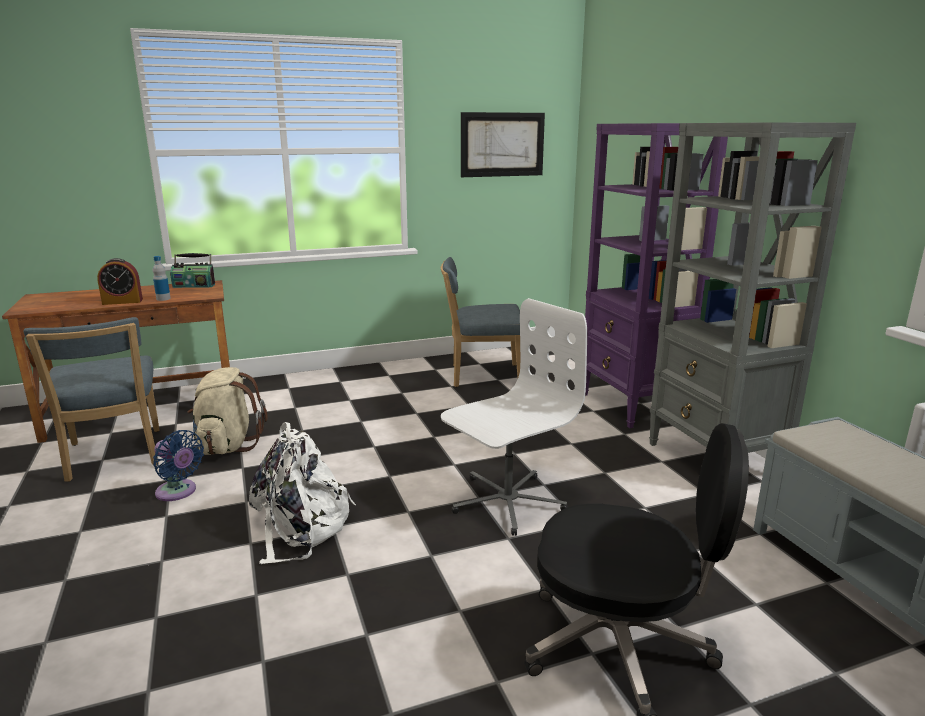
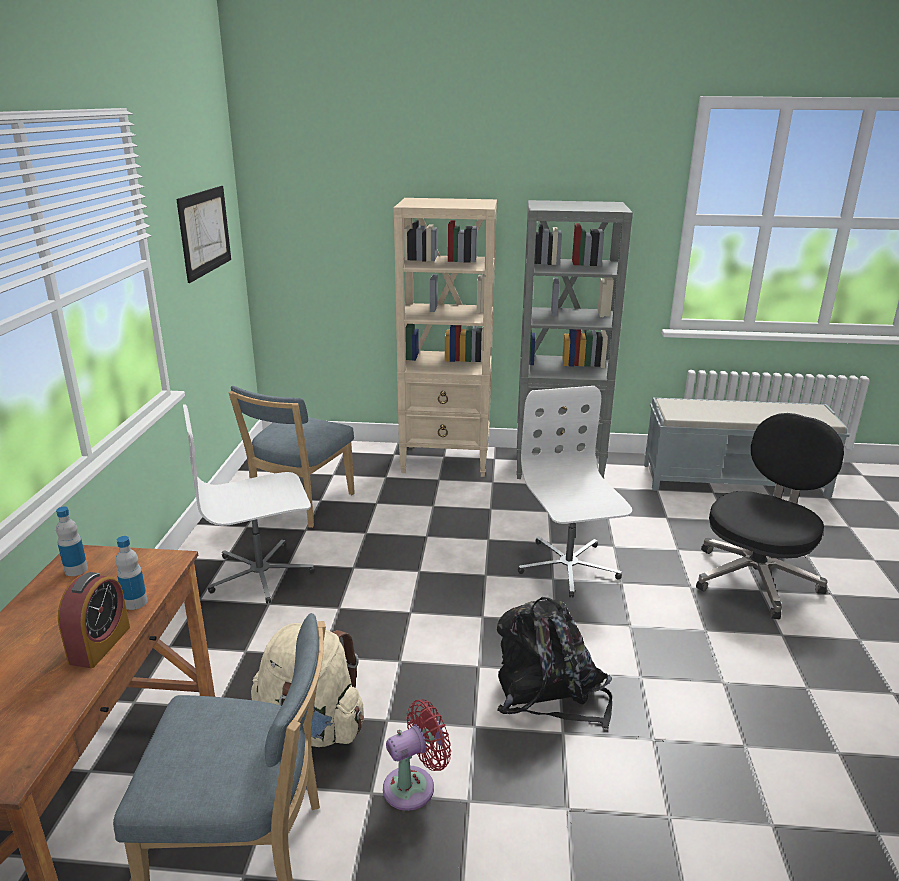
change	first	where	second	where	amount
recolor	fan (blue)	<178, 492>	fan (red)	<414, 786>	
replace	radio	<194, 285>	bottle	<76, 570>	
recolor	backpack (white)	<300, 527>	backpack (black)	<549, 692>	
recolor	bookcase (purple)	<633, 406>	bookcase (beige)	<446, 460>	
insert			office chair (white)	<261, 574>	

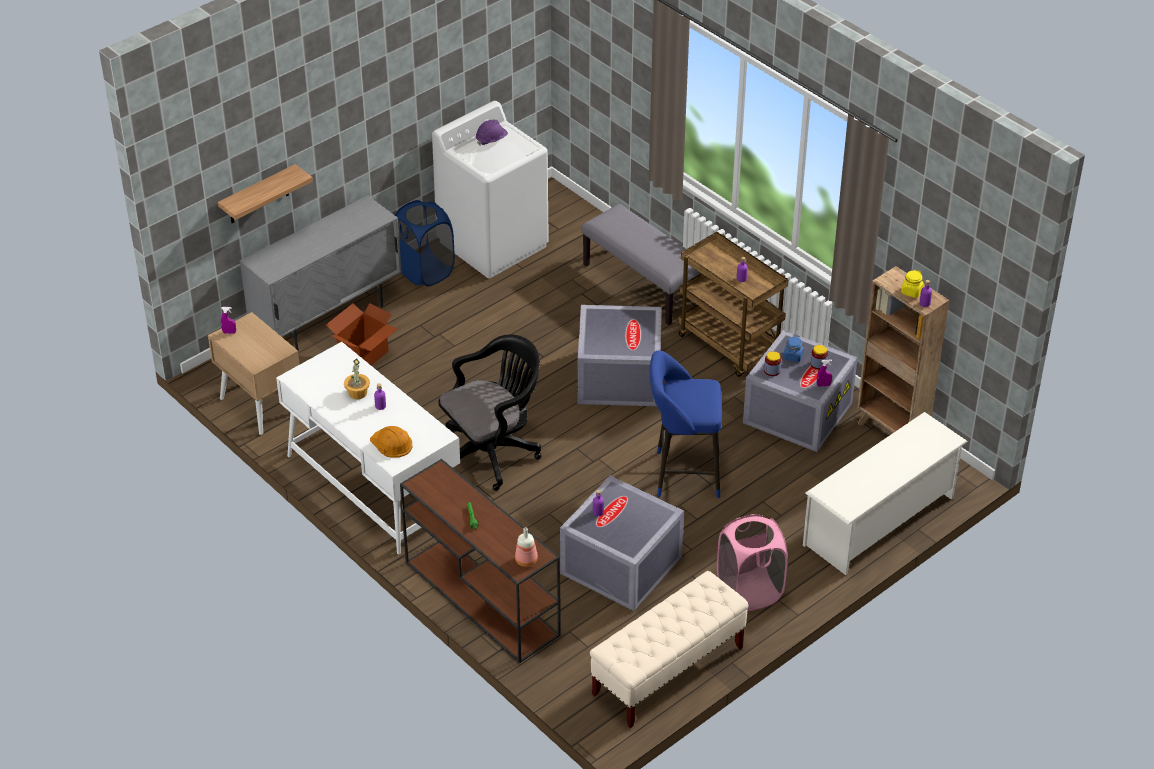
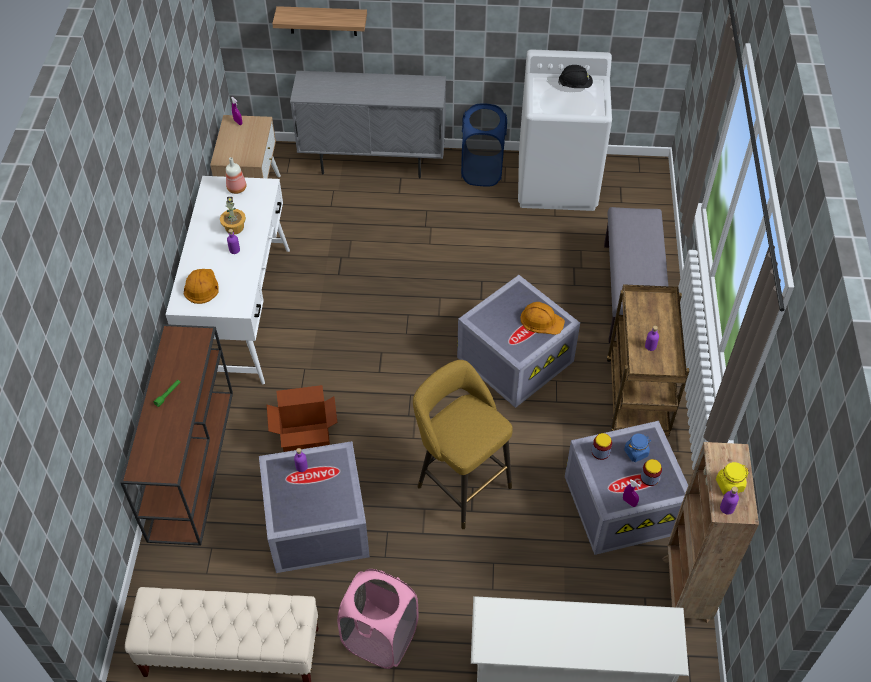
change	first	where	second	where	amount
move	cardboard box	<364, 356>		<306, 440>	
delete	office chair (black)	<492, 452>			
recolor	hard hat (purple)	<491, 140>	hard hat (black)	<575, 85>	
move	bottle	<526, 560>		<237, 188>	
recolor	stool (blue)	<682, 474>	stool (yellow)	<460, 483>	
insert			hard hat (orange)	<541, 320>	

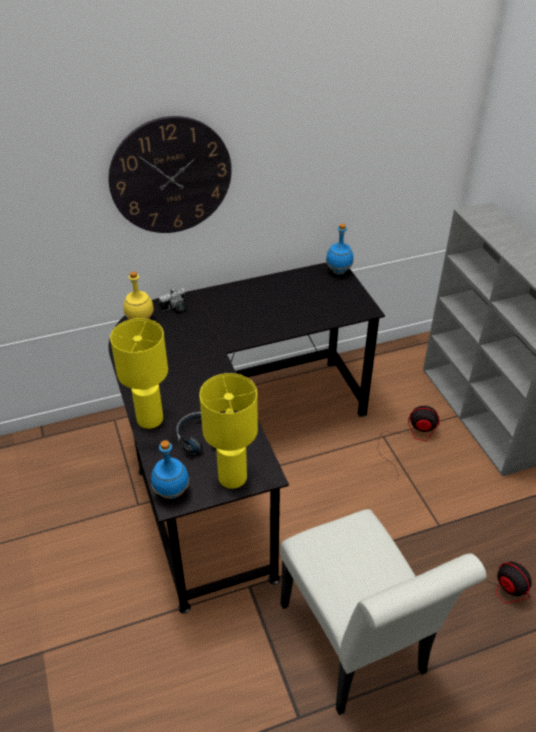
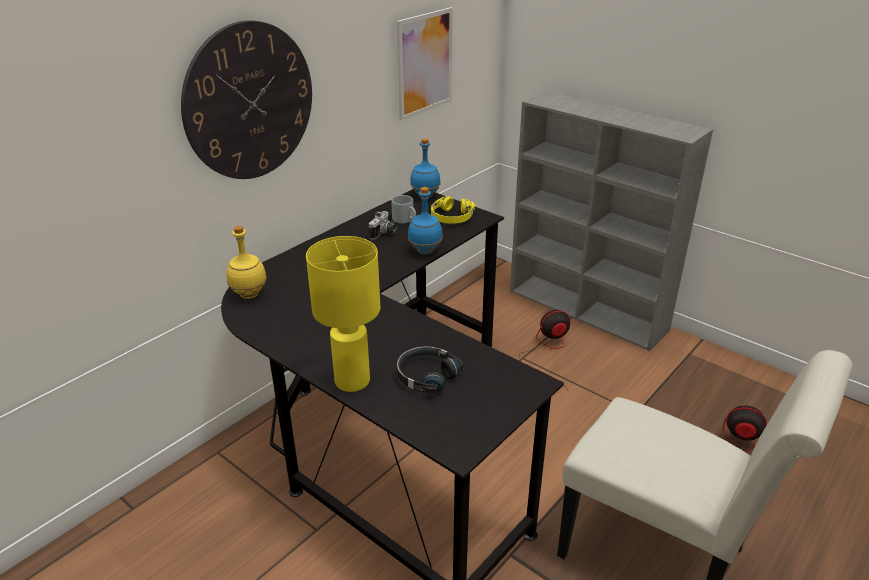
change	first	where	second	where	amount
move	bottle (blue)	<171, 492>		<424, 251>	
move	photo camera	<176, 308>		<384, 233>	
delete	table lamp (yellow)	<232, 477>			
insert			mug (grey)	<405, 219>	
insert			picture	<425, 63>	
insert			headphones (yellow)	<451, 217>	

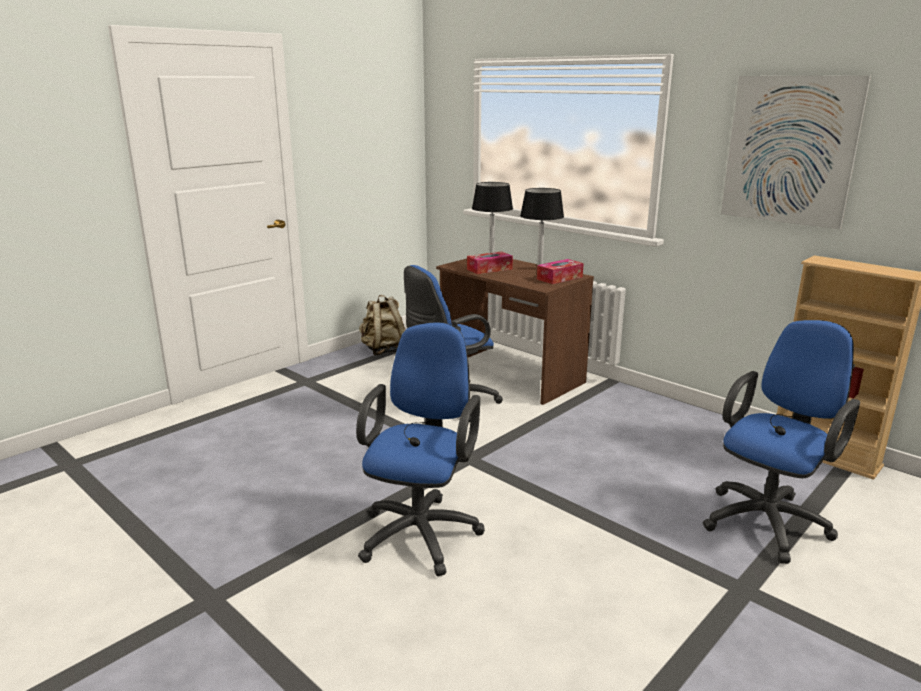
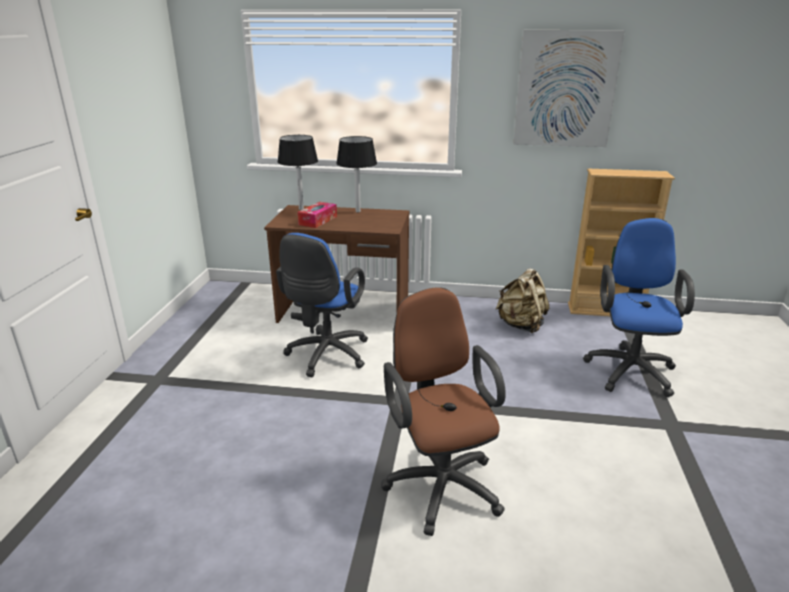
change	first	where	second	where	amount
recolor	office chair (blue)	<422, 531>	office chair (brown)	<440, 482>	
move	backpack (beige)	<384, 350>		<521, 325>	
delete	tissue box	<559, 278>			

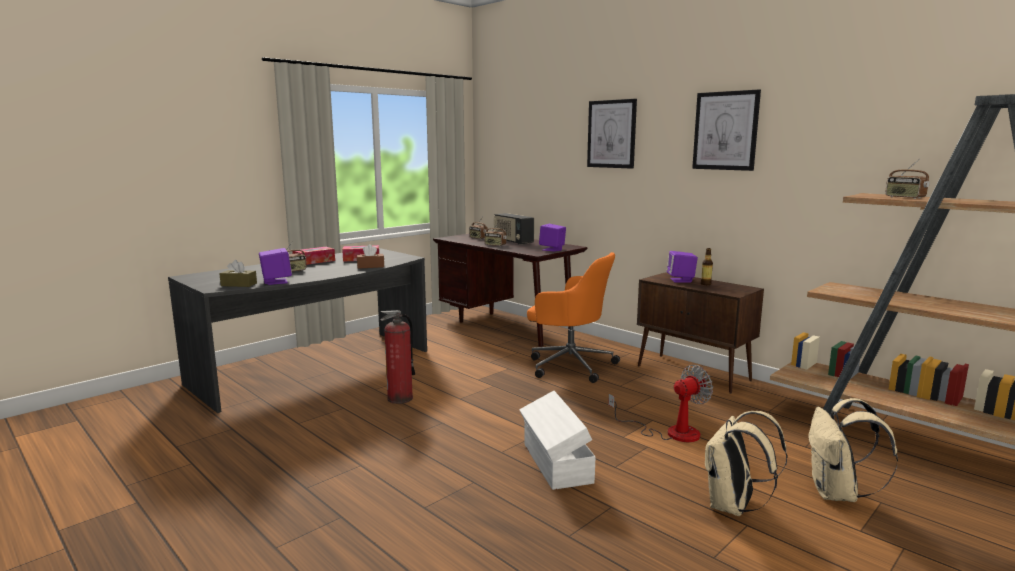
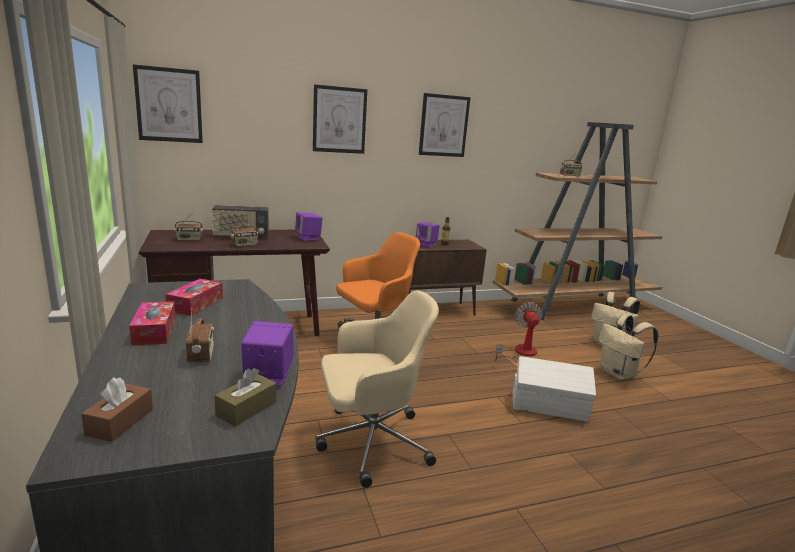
change	first	where	second	where	amount
move	tissue box (brown)	<370, 266>		<120, 422>	
replace	fire extinguisher	<400, 398>	office chair (beige)	<370, 442>	
insert			picture	<169, 105>	

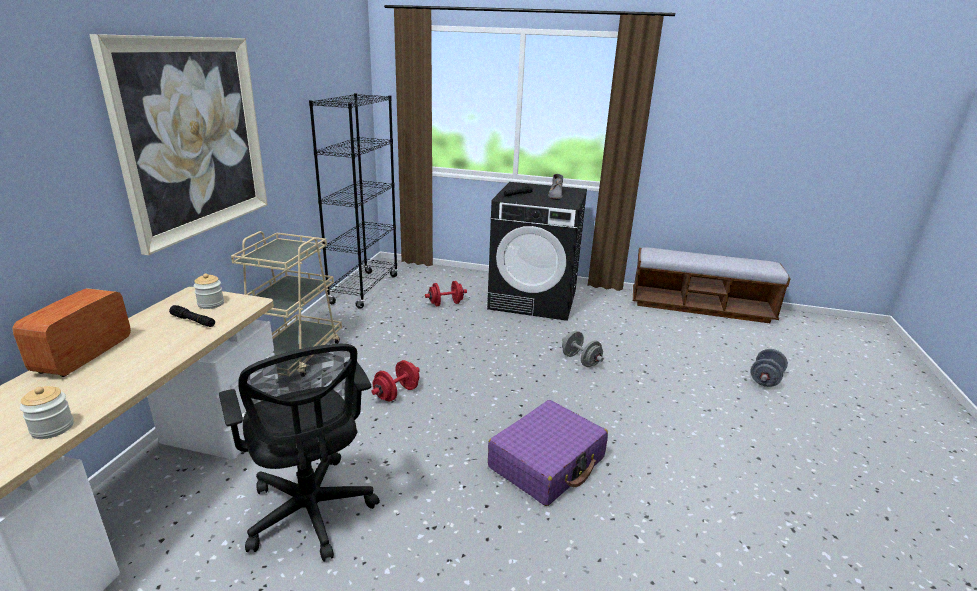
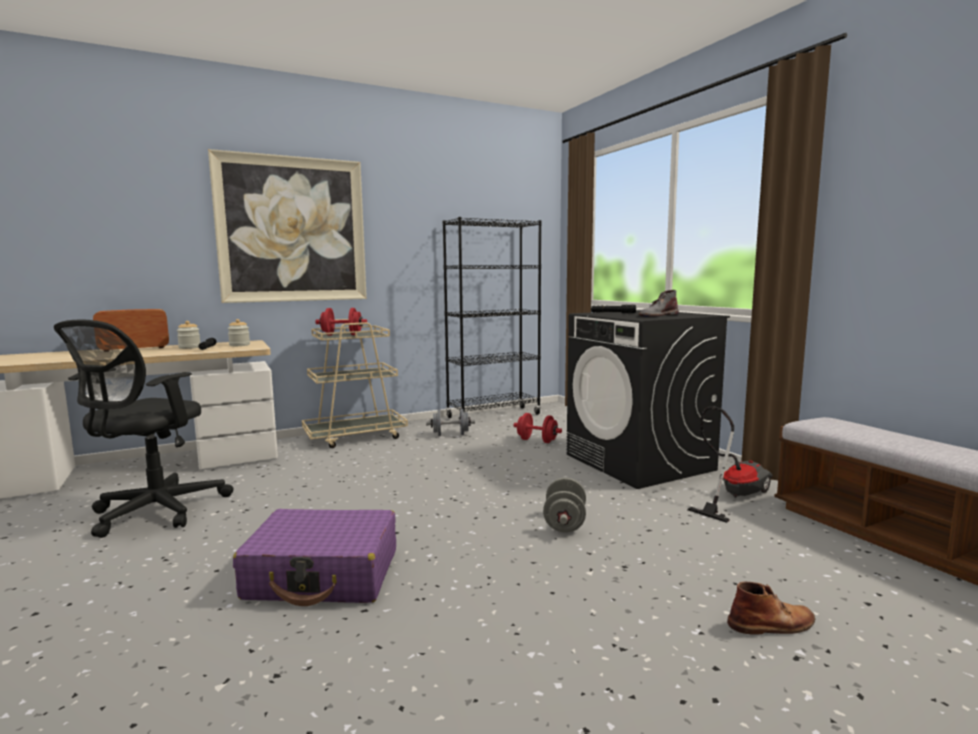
change	first	where	second	where	amount
move	jar	<52, 428>		<189, 347>	
move	dumbbell (red)	<396, 393>		<342, 335>	
move	dumbbell (grey)	<765, 379>		<450, 434>	
insert			vacuum cleaner	<732, 495>	
insert			boot (brown)	<772, 624>	

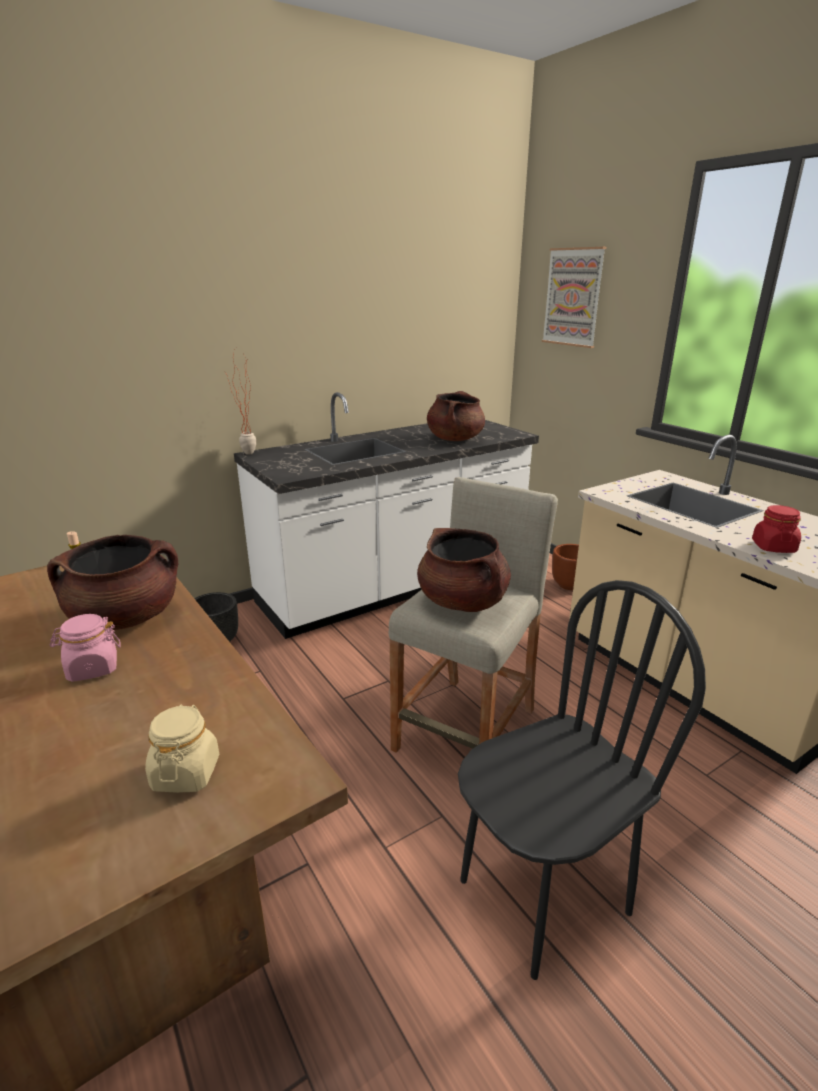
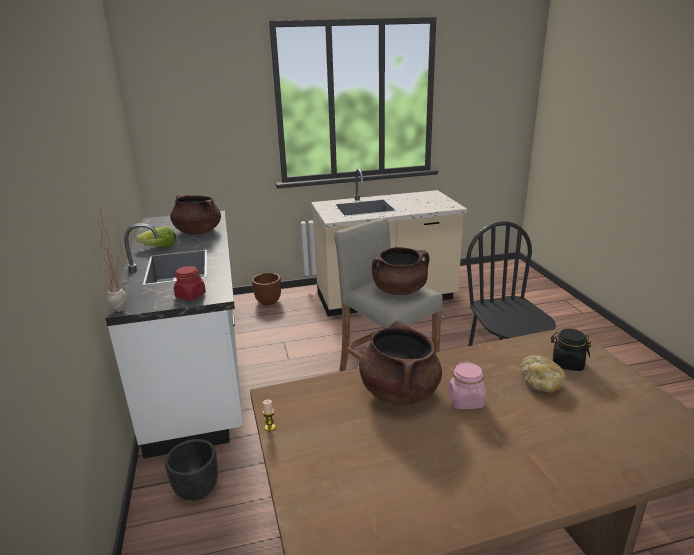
change	first	where	second	where	amount
recolor	jar (beige)	<186, 773>	jar (black)	<567, 363>	
delete	picture	<573, 297>			
move	jar (red)	<773, 547>		<190, 295>	
insert			lettuce	<159, 247>	
insert			bread	<541, 384>	

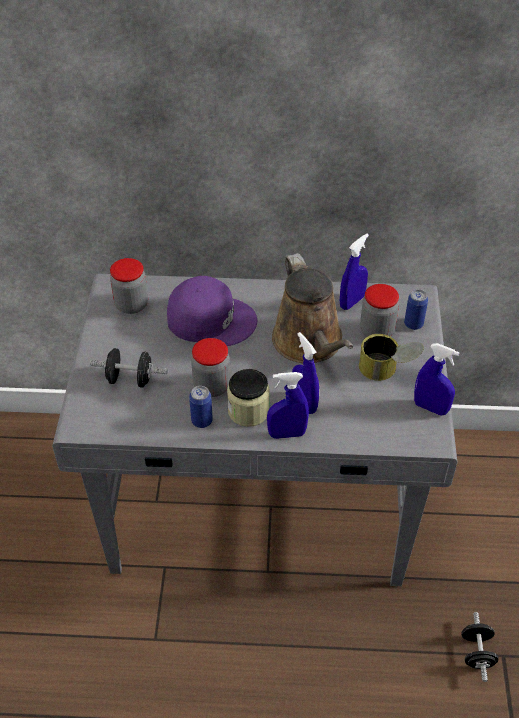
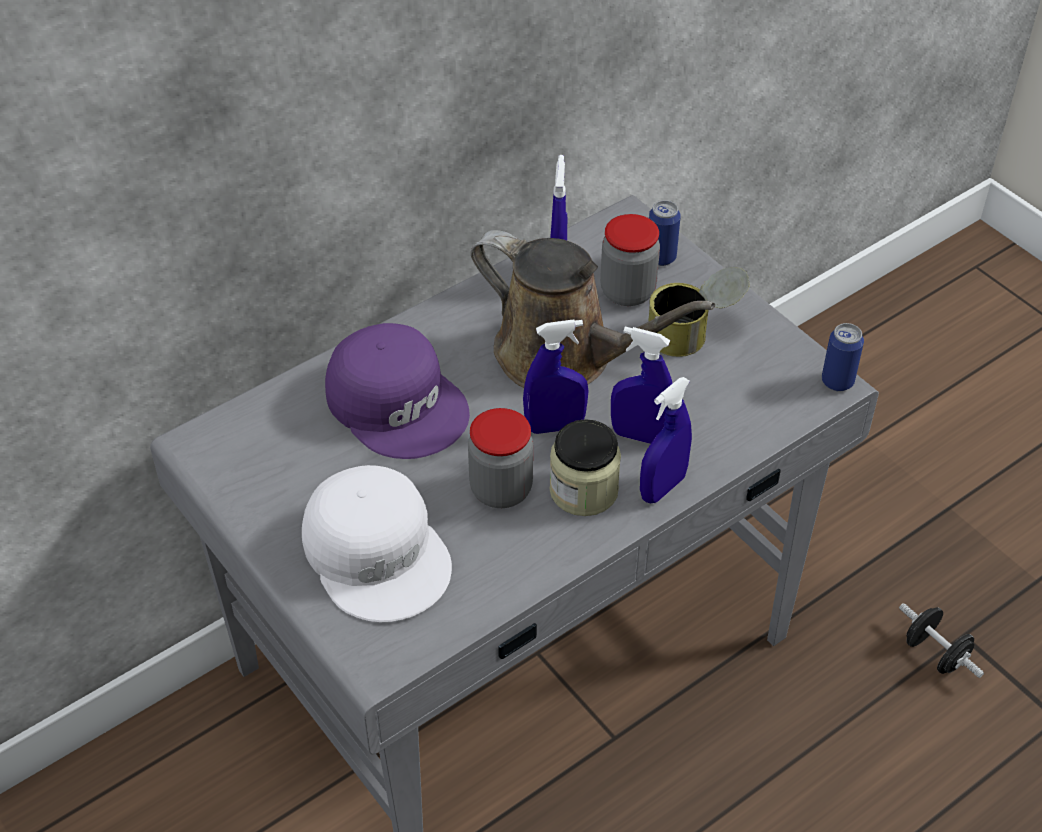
change	first	where	second	where	amount
replace	dumbbell (black)	<130, 379>	cap (white)	<379, 552>	
delete	jar	<131, 305>			
rotate	cap (purple)	<211, 319>		<398, 402>	75 degrees clockwise
move	can	<202, 421>		<837, 381>	
move	spray bottle (blue)	<430, 408>		<555, 426>	

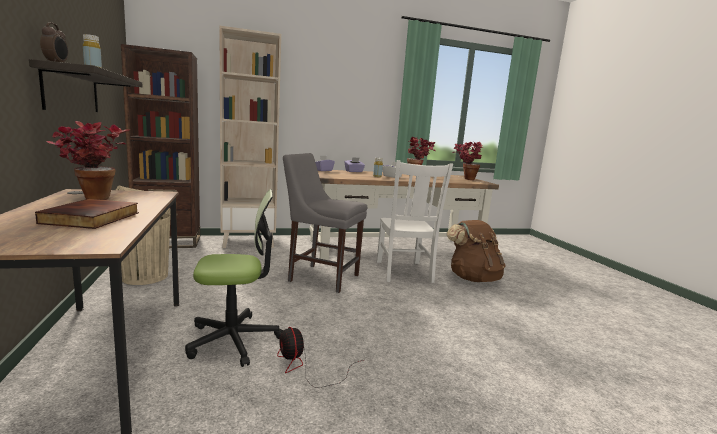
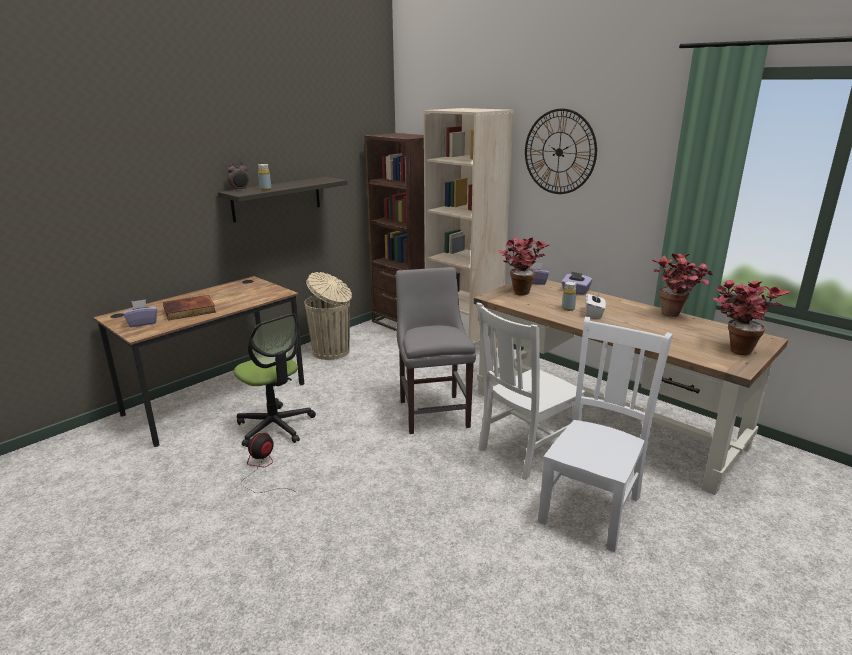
change	first	where	second	where	amount
move	potted plant	<92, 198>		<519, 291>	
replace	backpack (brown)	<473, 278>	chair (white)	<592, 507>	
insert			tissue box (purple)	<143, 323>	
insert			wall clock	<559, 152>	

